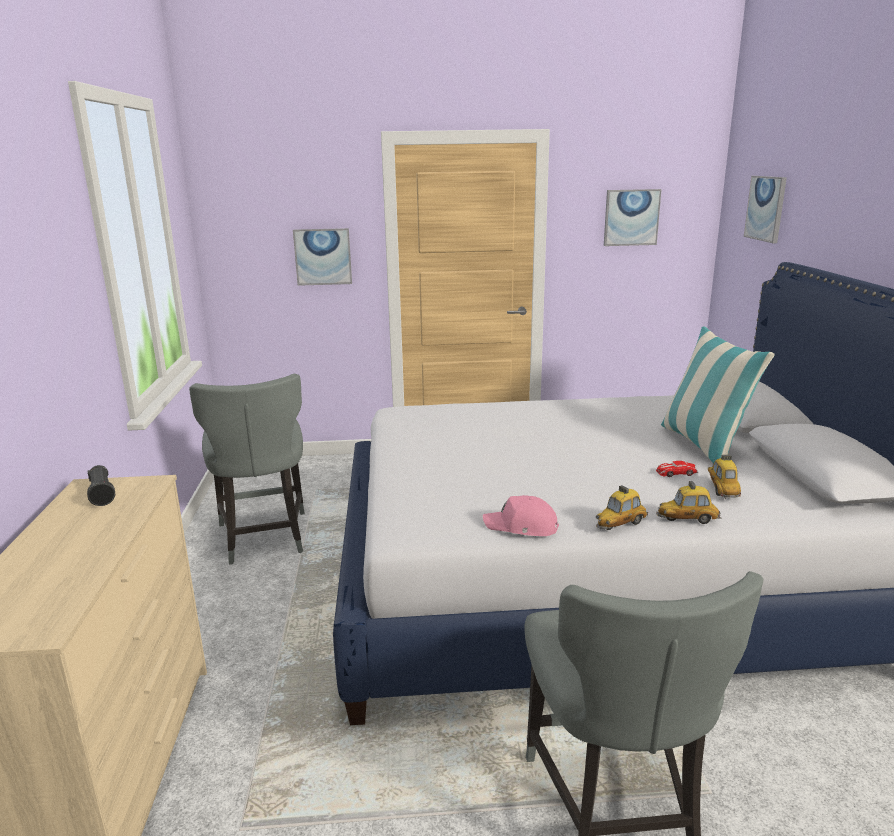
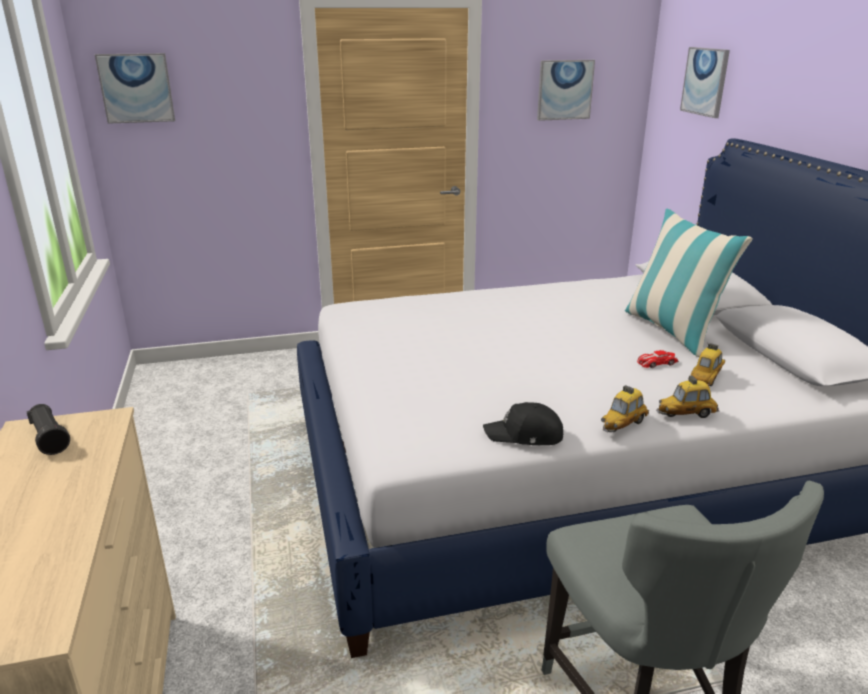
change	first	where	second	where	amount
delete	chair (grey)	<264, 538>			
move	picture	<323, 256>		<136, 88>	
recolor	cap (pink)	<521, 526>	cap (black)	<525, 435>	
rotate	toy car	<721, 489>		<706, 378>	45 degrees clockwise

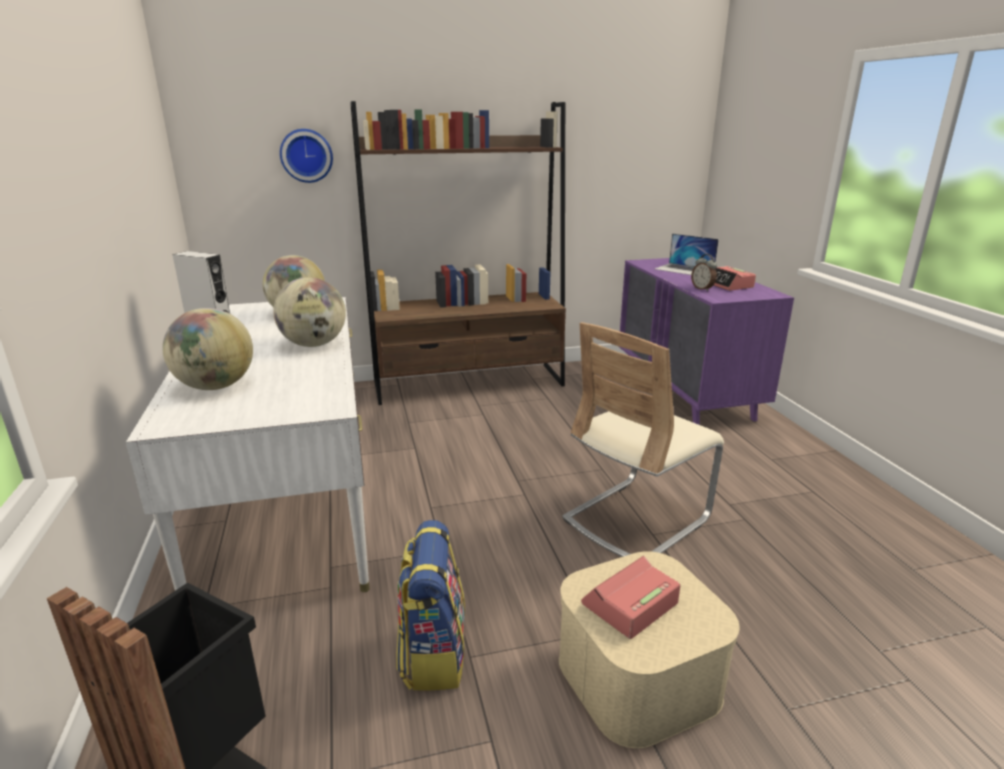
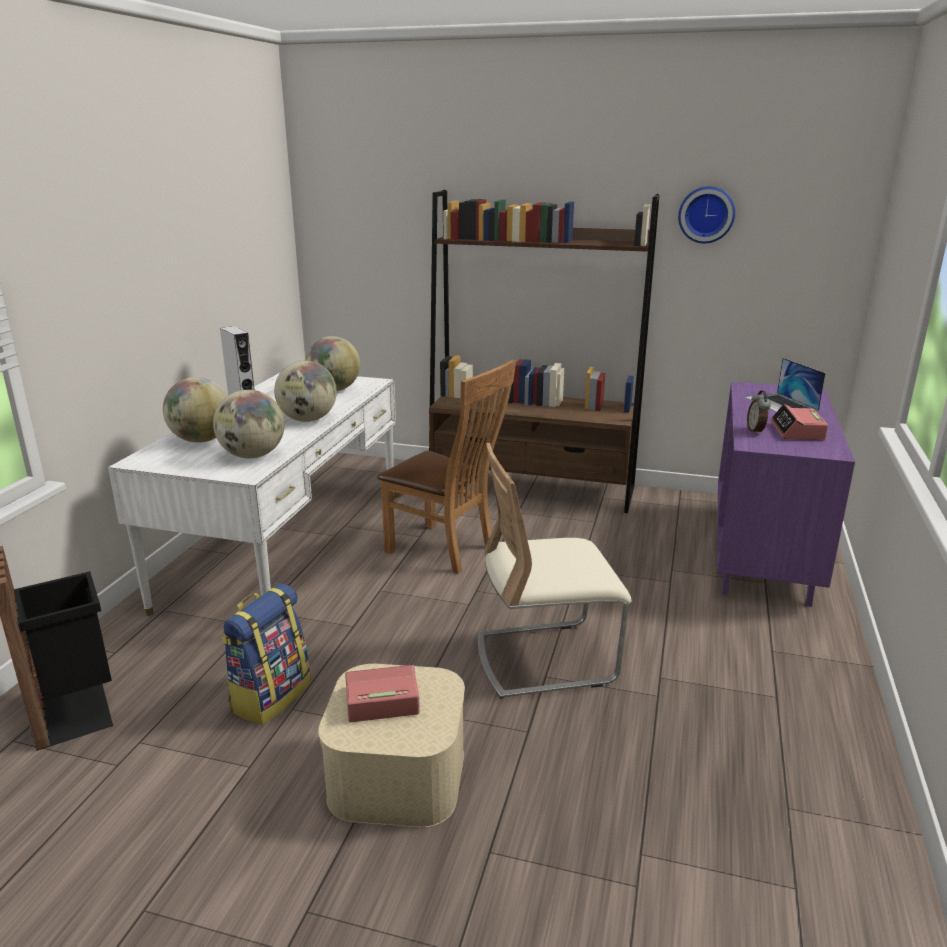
change	first	where	second	where	amount
move	wall clock	<306, 155>		<706, 214>	
insert			globe	<252, 456>	
insert			chair (brown)	<446, 550>	

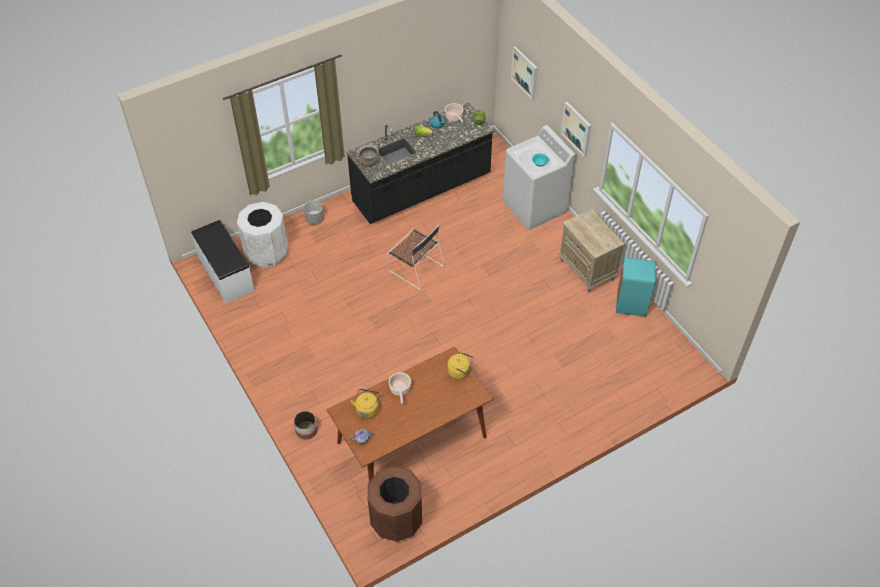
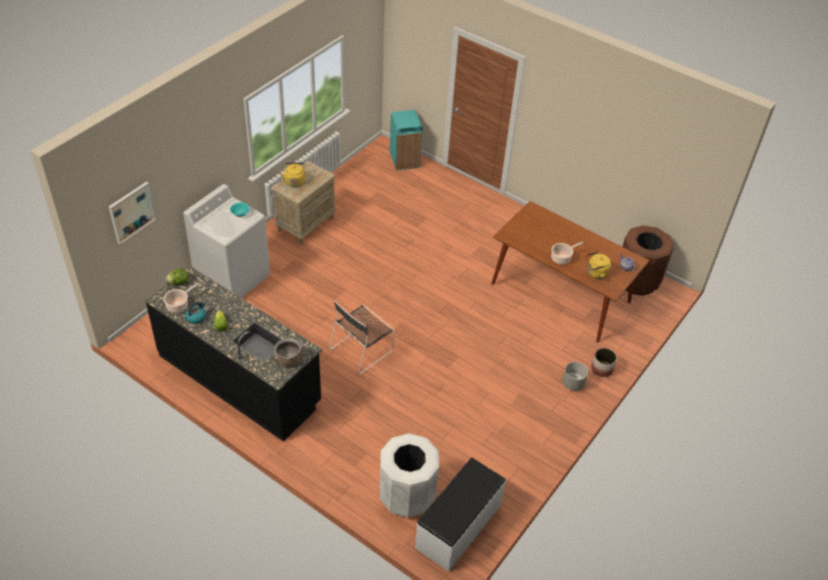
change	first	where	second	where	amount
move	planter (grey)	<315, 219>		<573, 383>	
rotate	chair (black)	<415, 268>		<362, 349>	150 degrees counterclockwise
move	kettle (yellow)	<460, 372>		<294, 181>	
delete	picture	<576, 128>			
move	trash can (turquoise)	<631, 305>		<405, 160>	

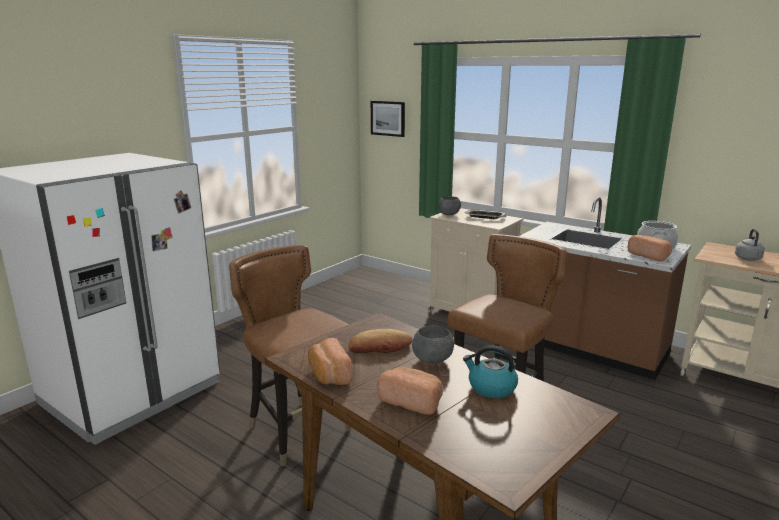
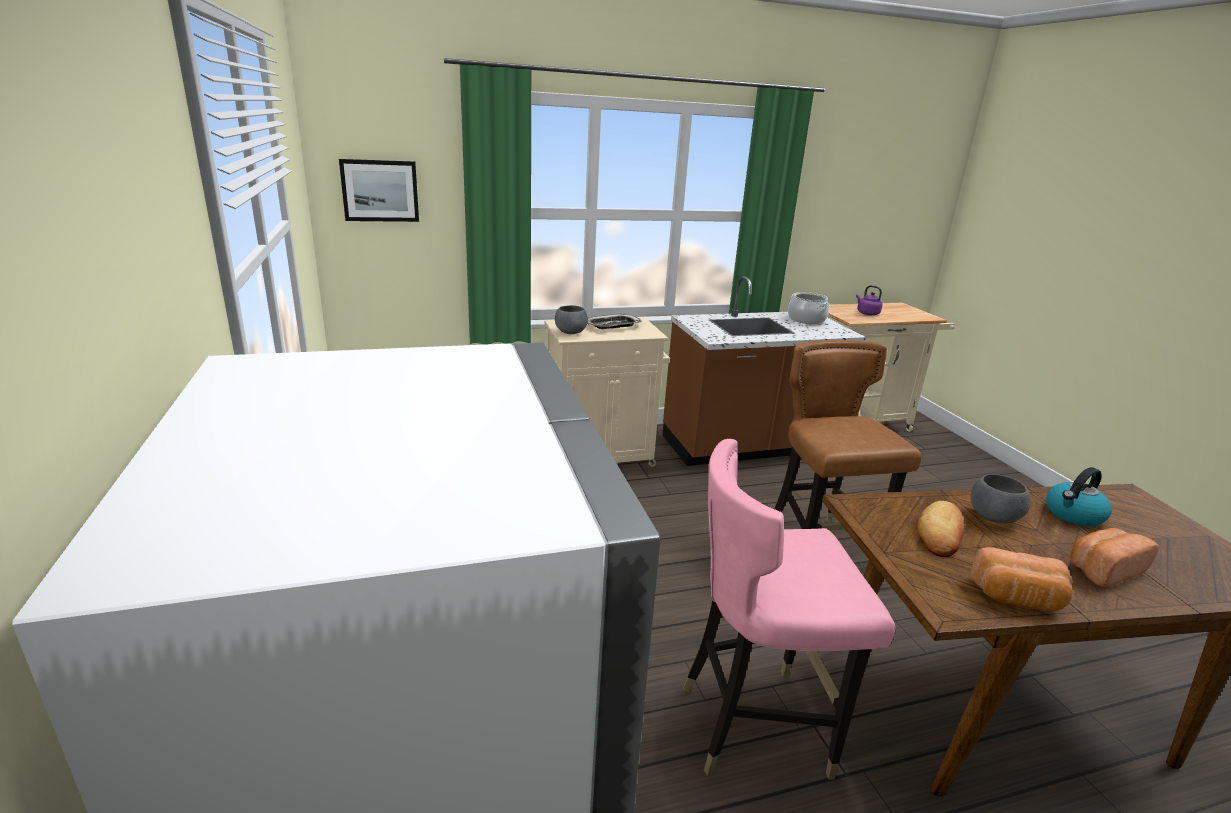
change	first	where	second	where	amount
recolor	chair (brown)	<298, 431>	chair (pink)	<755, 723>	
delete	bread	<649, 256>			
recolor	kettle (grey)	<747, 258>	kettle (purple)	<866, 313>	

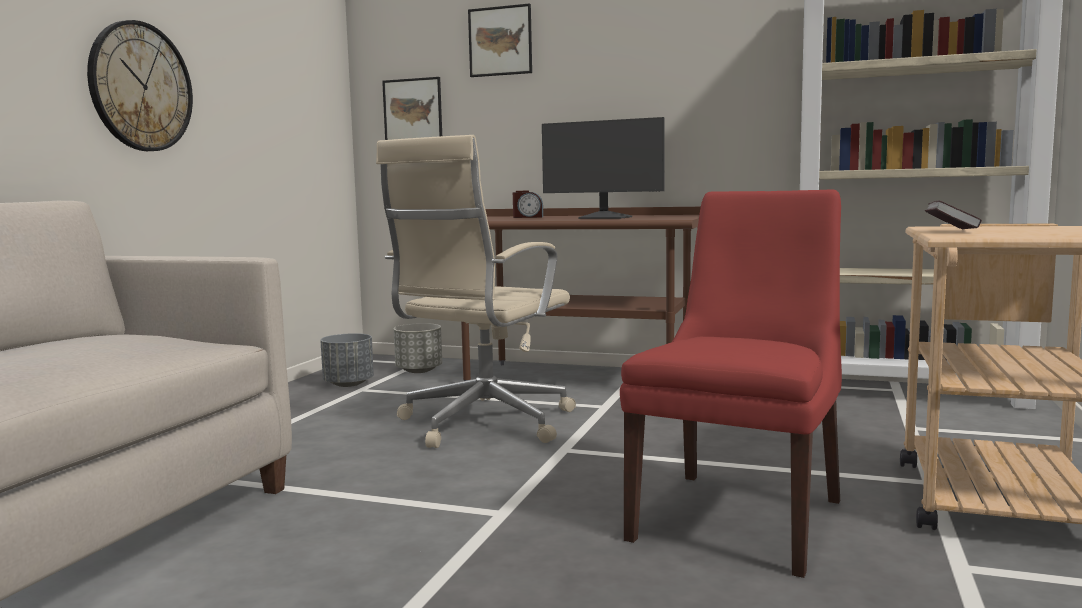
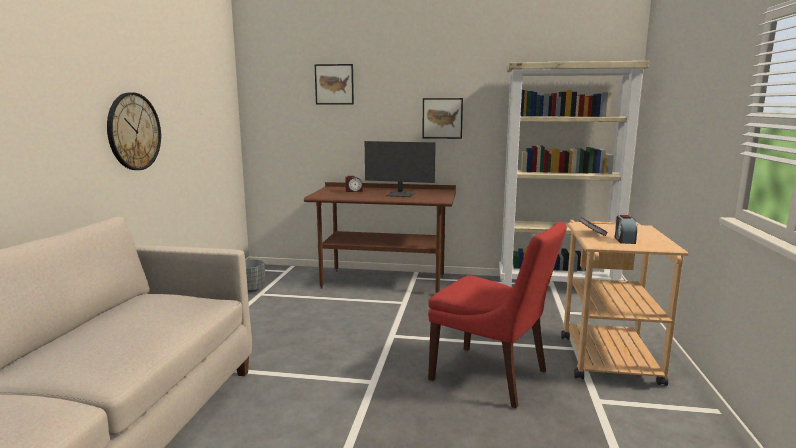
change	first	where	second	where	amount
delete	office chair (beige)	<482, 424>			
move	picture	<413, 111>		<442, 118>	
delete	planter (grey)	<419, 371>			
rotate	chair (red)	<740, 517>		<492, 376>	105 degrees clockwise
insert			alarm clock	<624, 240>	

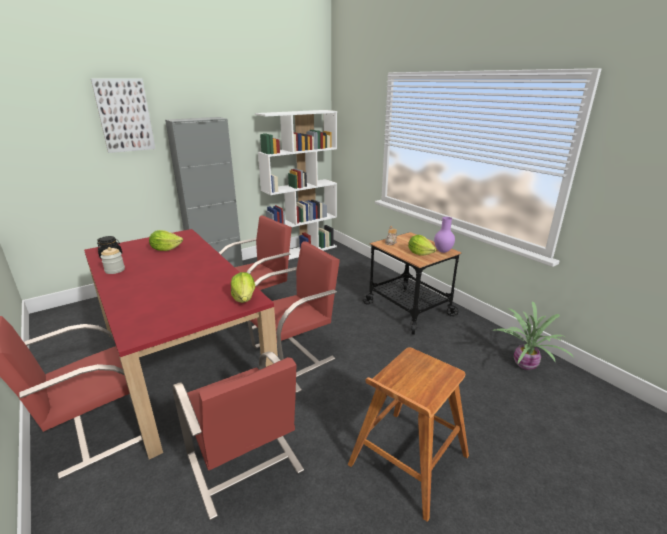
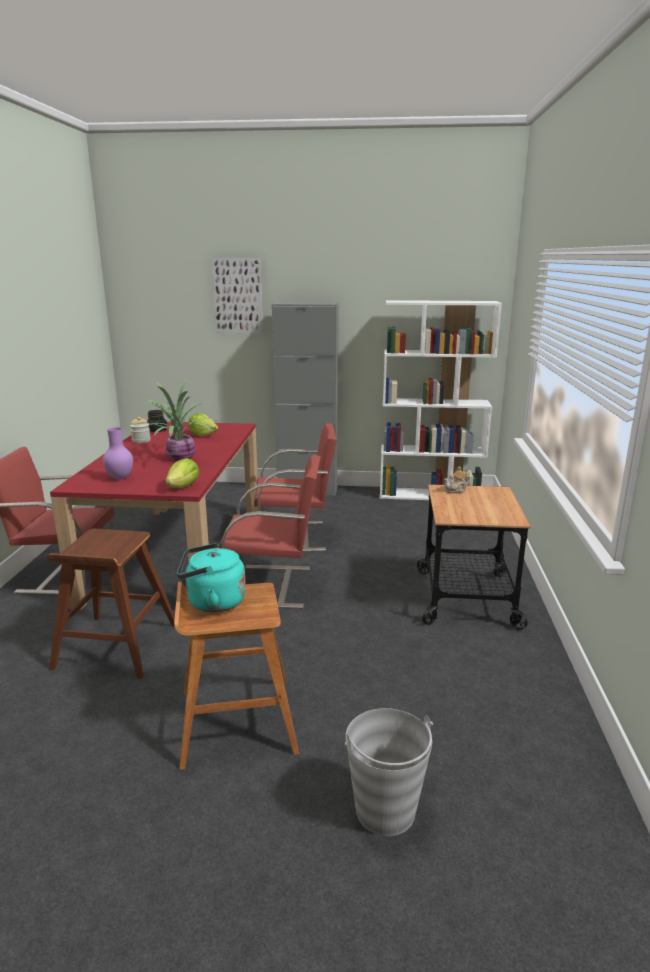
change	first	where	second	where	amount
replace	chair (red)	<244, 464>	stool (brown)	<116, 646>	
delete	lettuce	<420, 253>			
move	vase (purple)	<442, 251>		<120, 478>	
move	potted plant	<524, 365>		<179, 458>	
insert			kettle (turquoise)	<212, 602>	
insert			bucket (grey)	<385, 811>	

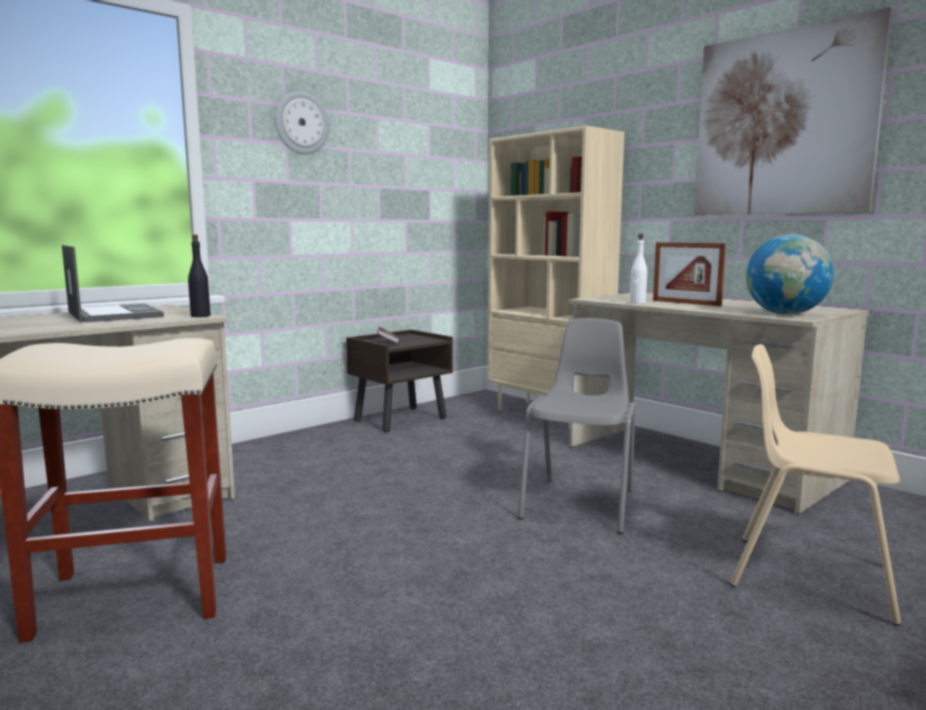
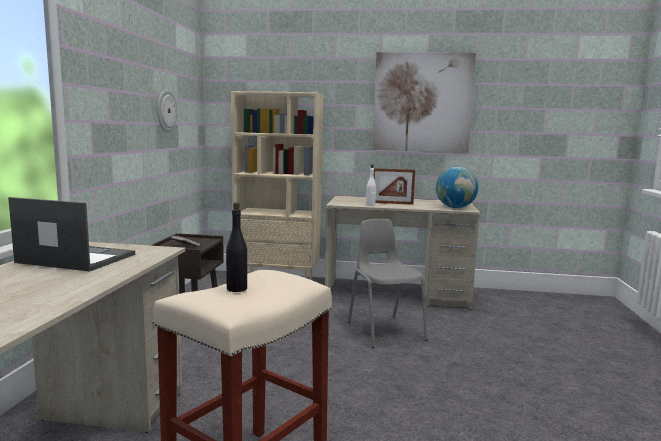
change	first	where	second	where	amount
move	bottle (black)	<200, 316>		<236, 289>	
move	wall clock	<301, 123>		<166, 111>	
delete	chair (beige)	<809, 576>			

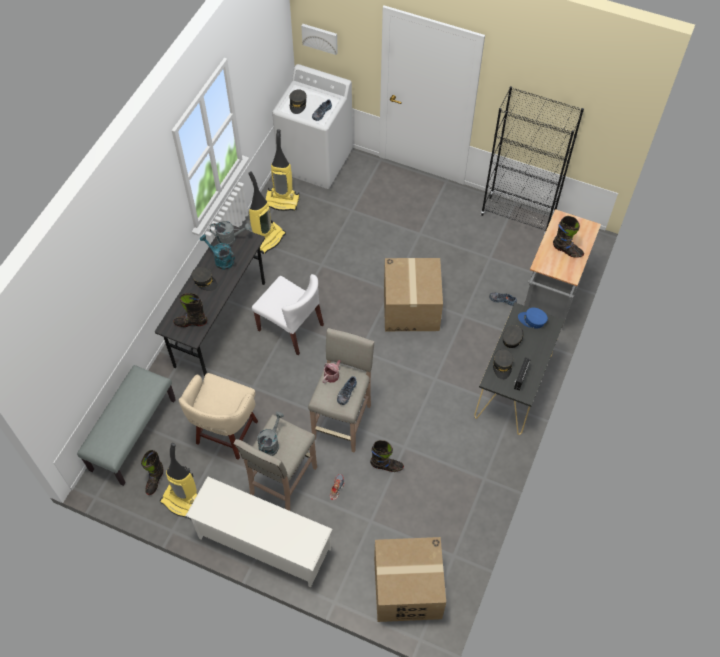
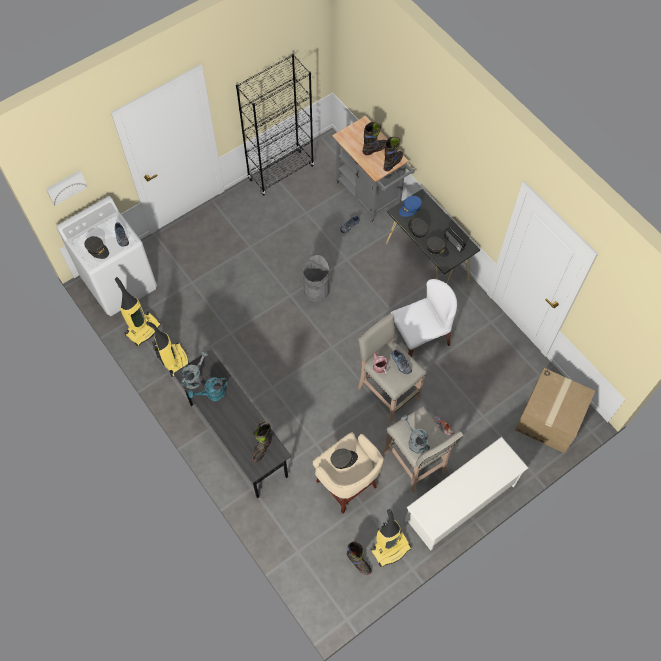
change	first	where	second	where	amount
delete	bench (grey)	<133, 434>			
move	cap (grey)	<205, 281>		<343, 459>	
move	chair (white)	<291, 328>		<420, 337>	
move	boot (black)	<386, 466>		<393, 163>	
replace	cardboard box	<411, 308>	trash can (grey)	<316, 290>	

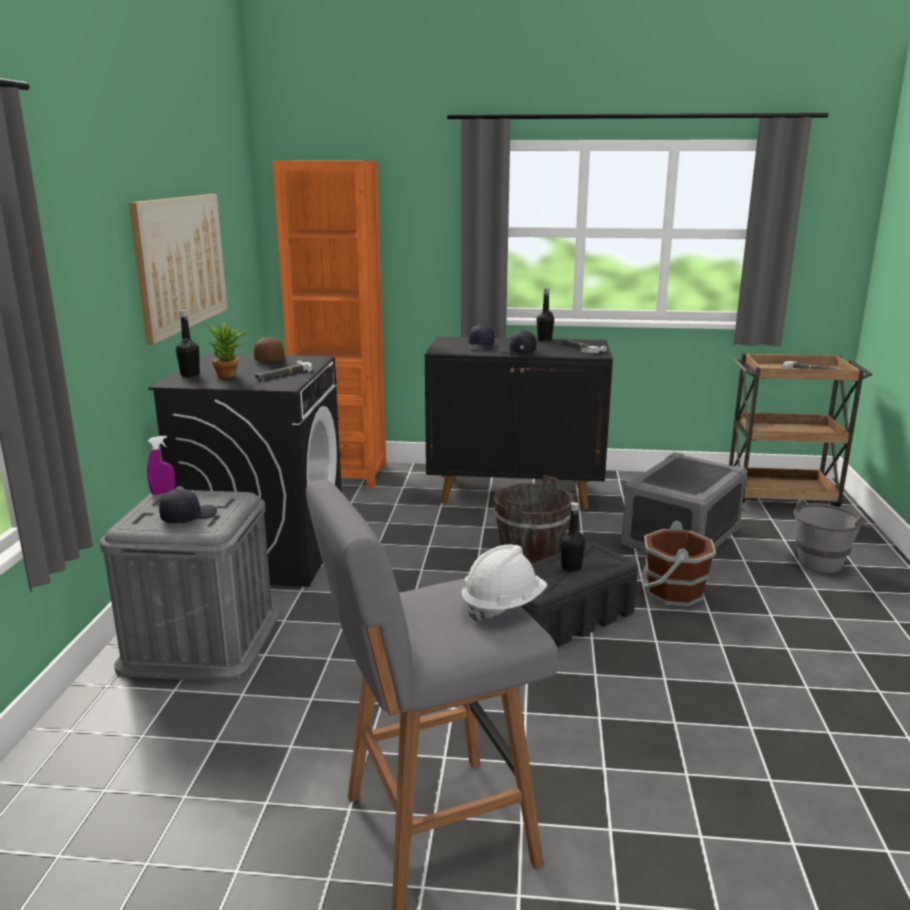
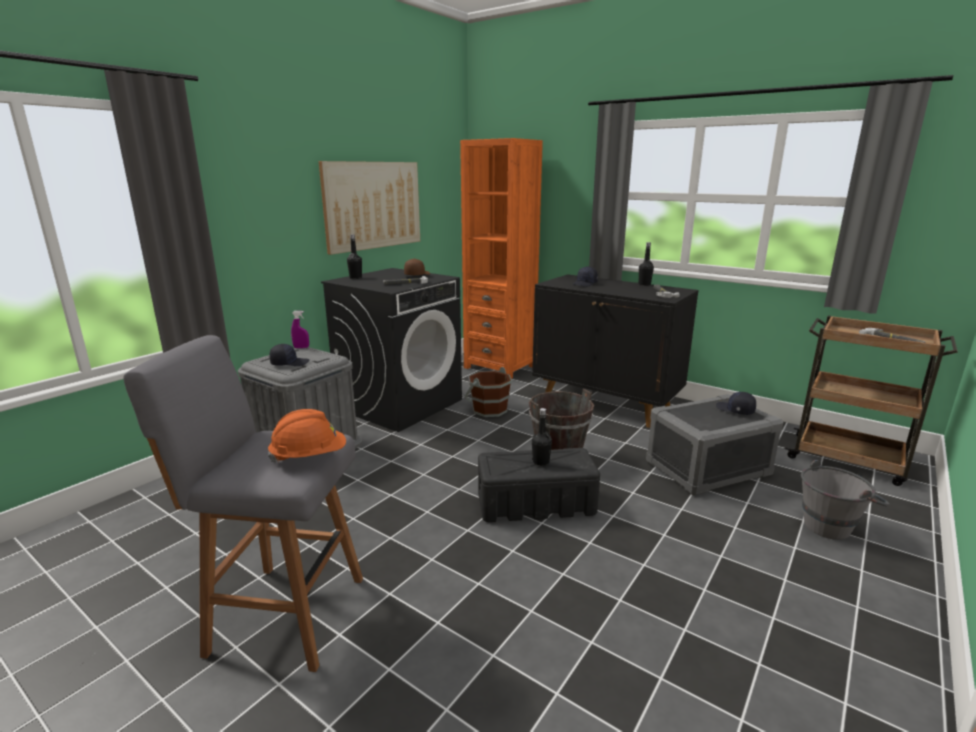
change	first	where	second	where	amount
delete	potted plant	<230, 376>			
recolor	hard hat (white)	<503, 605>	hard hat (orange)	<309, 457>	
move	cap (black)	<516, 352>		<735, 410>	
move	bucket (brown)	<673, 592>		<489, 409>	

